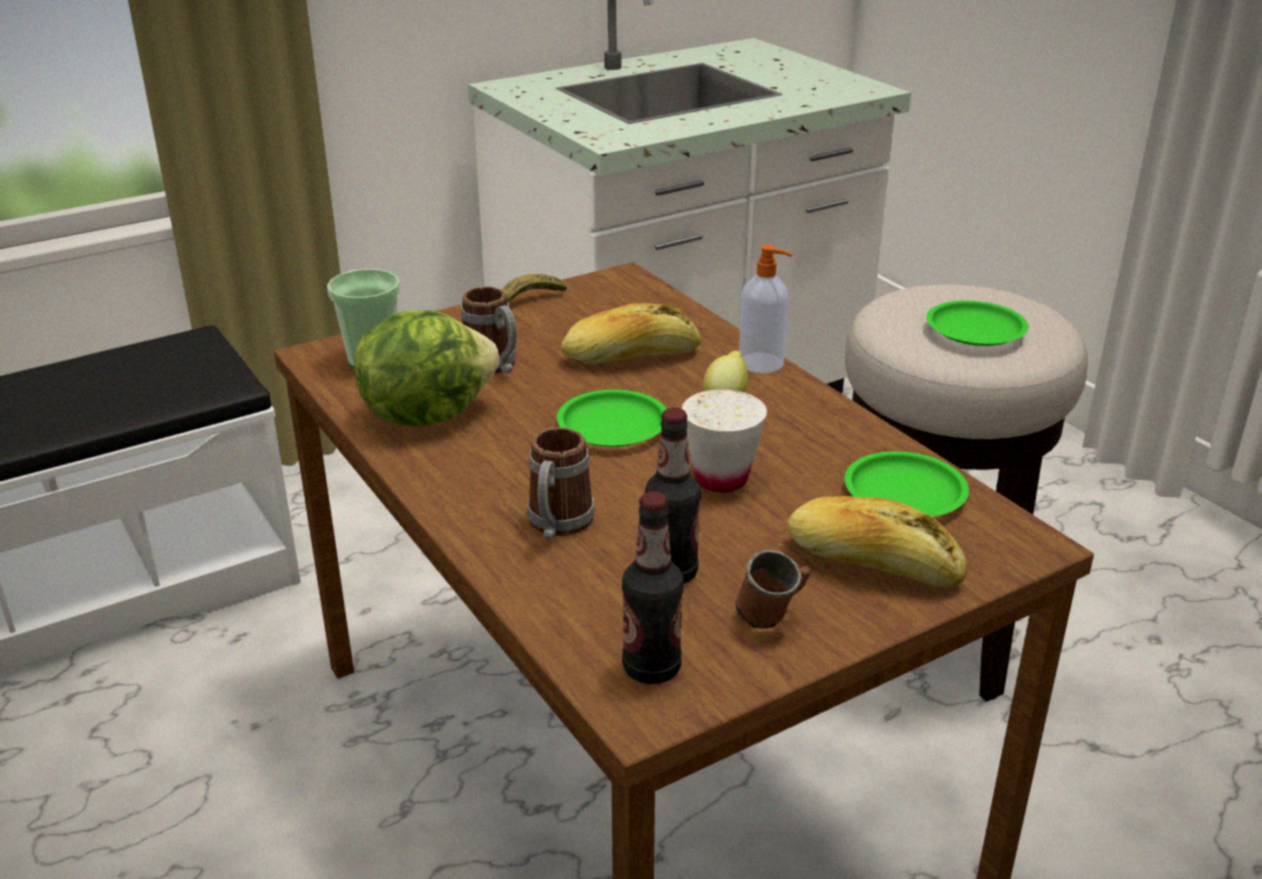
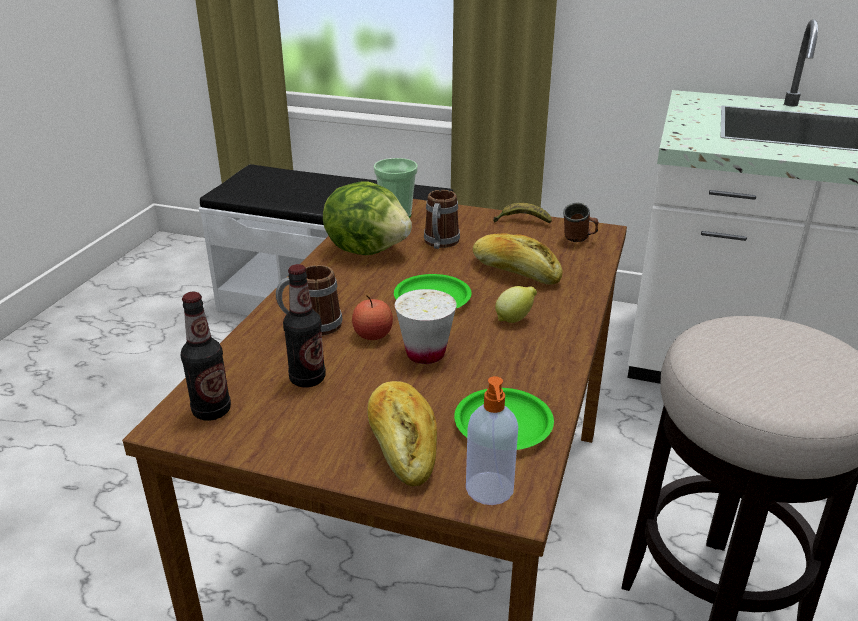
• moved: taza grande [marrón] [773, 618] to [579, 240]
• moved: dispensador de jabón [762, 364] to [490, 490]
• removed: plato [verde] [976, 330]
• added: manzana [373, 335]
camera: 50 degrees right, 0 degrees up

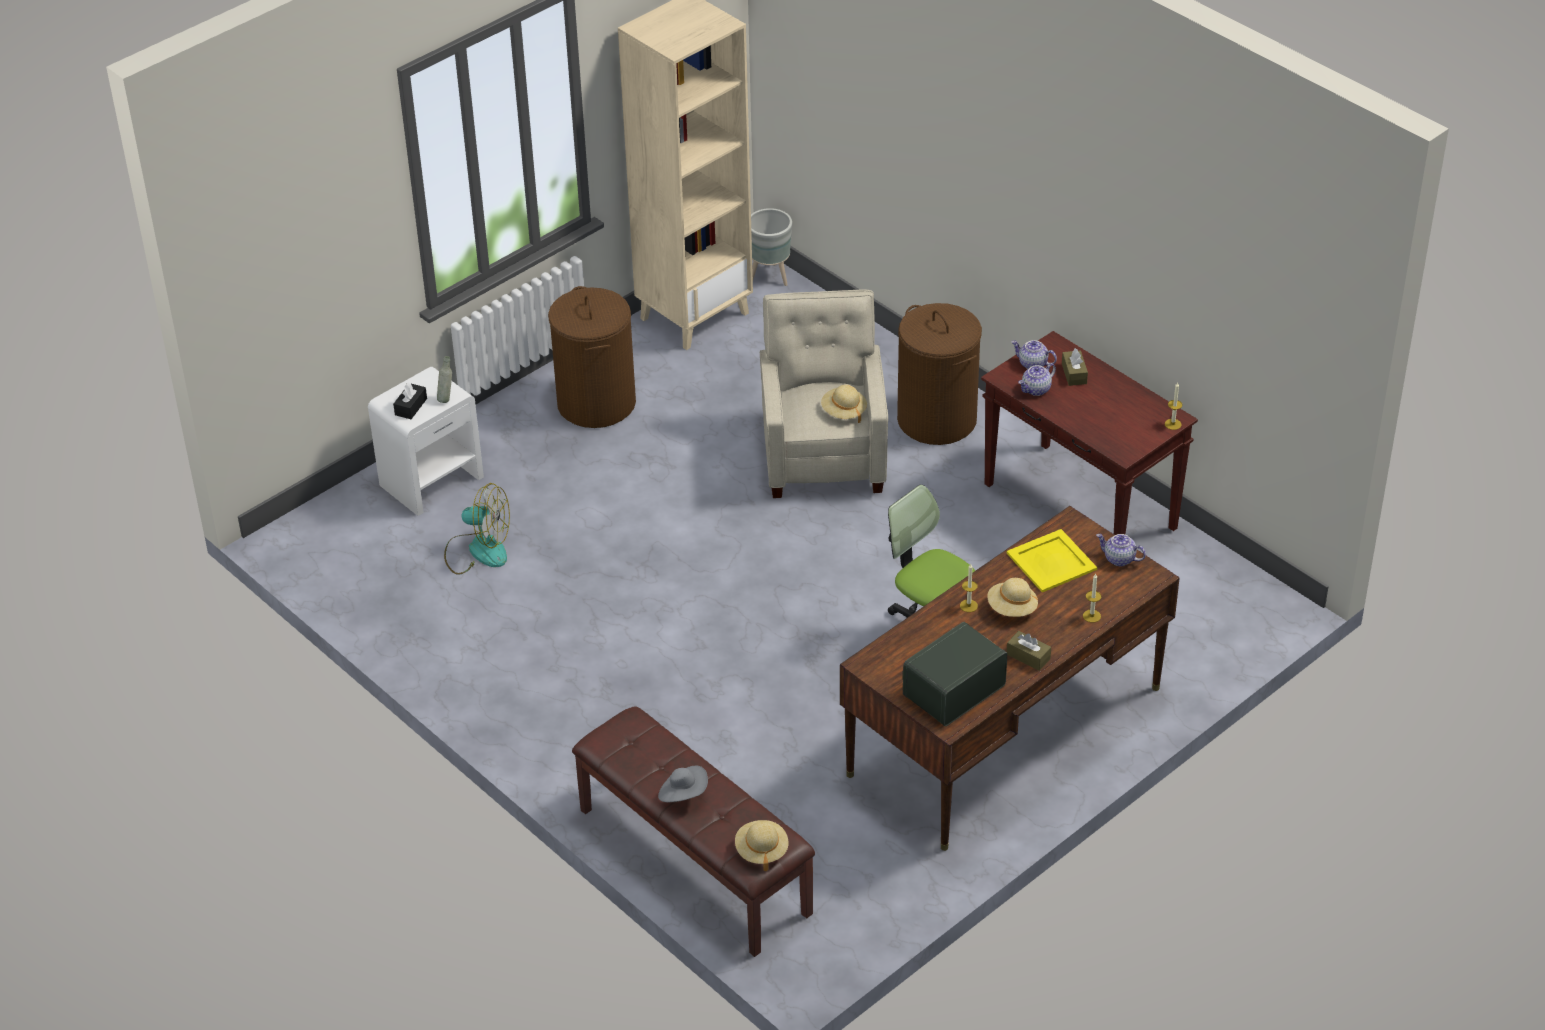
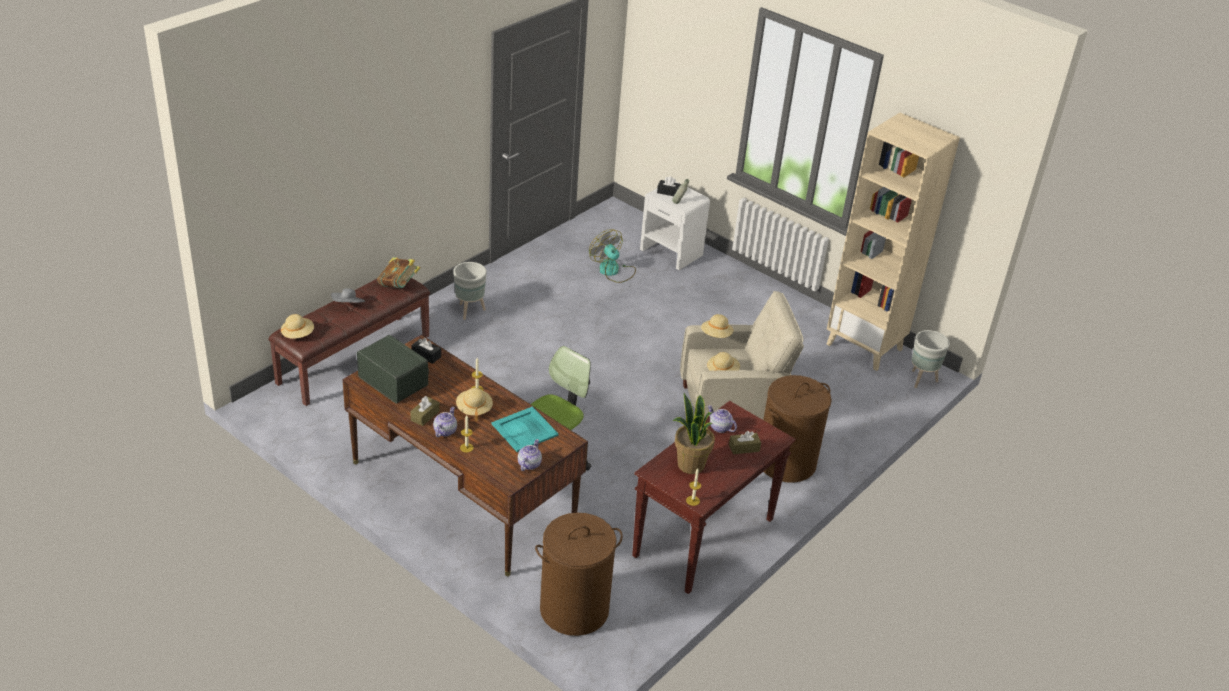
• turned: ventilador [478, 550] = [613, 271] 135 degrees clockwise
• moved: cesto de la ropa [marrón] [596, 403] to [574, 609]
• recoloured: bandeja [amarillo] [1051, 561] to bandeja [turquesa] [525, 430]
• moved: tetera [1032, 364] to [445, 431]
• added: libro [399, 286]
• added: caja de pañuelos [negro] [426, 355]
• added: maceta [gris] [469, 311]
• added: planta en maceta [690, 464]
• added: sombrero [beis] [716, 335]
camera: 80 degrees right, 5 degrees down

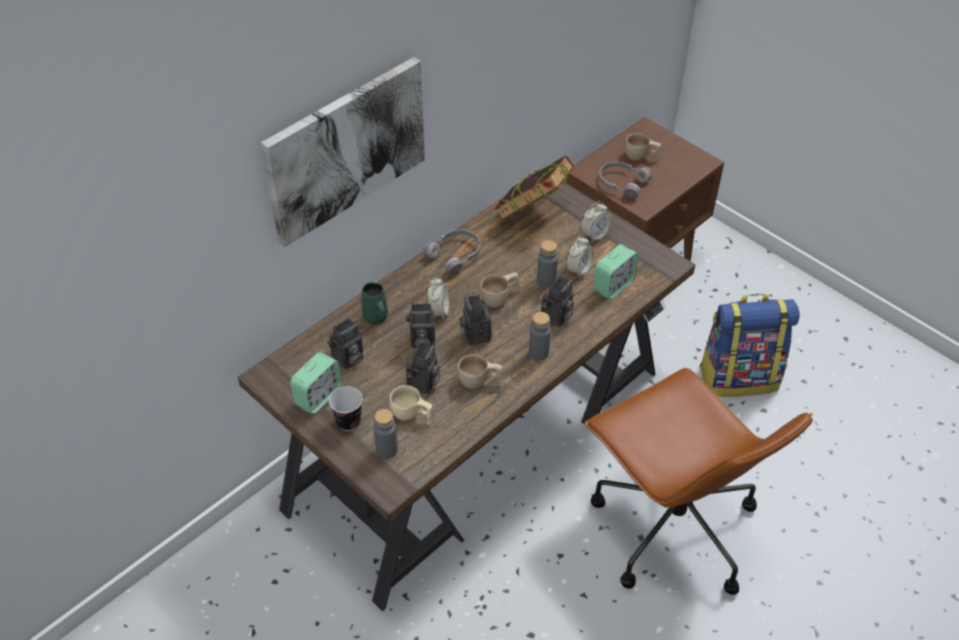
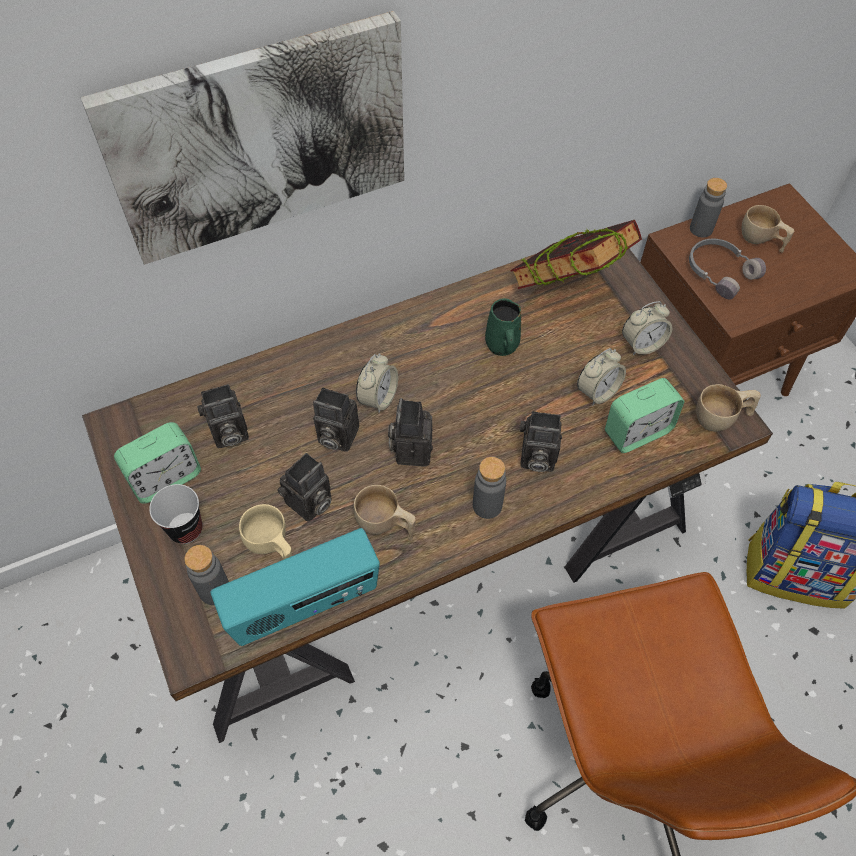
• moved: taza grande [verde] [376, 317] to [502, 346]
• removed: auriculares [gris] [455, 255]
• moved: taza [beis] [500, 298] to [722, 418]
• moved: botella [gris] [546, 280] to [701, 229]
• turned: cámara [556, 318] = [535, 458] 45 degrees clockwise
• added: radio [304, 604]
camera: 20 degrees right, 10 degrees up

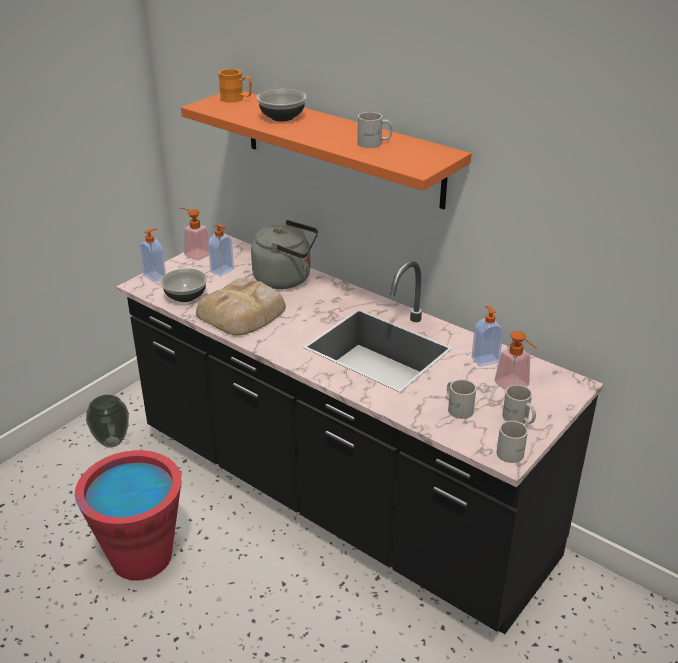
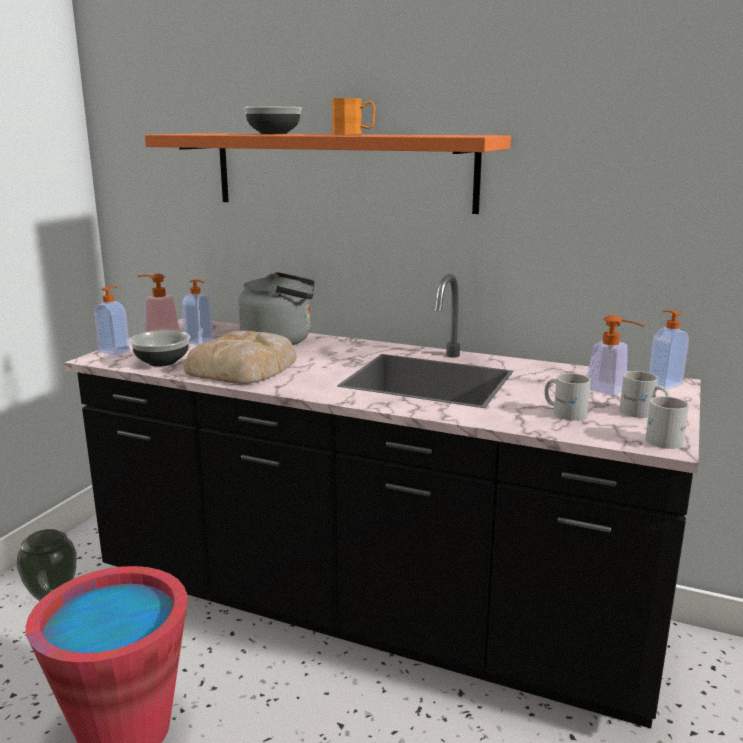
• moved: taza grande [naranja] [236, 99] to [353, 134]
• removed: taza grande [blanco] [374, 143]
• moved: dispensador de jabón [485, 359] to [663, 384]
camera: 15 degrees left, 15 degrees down

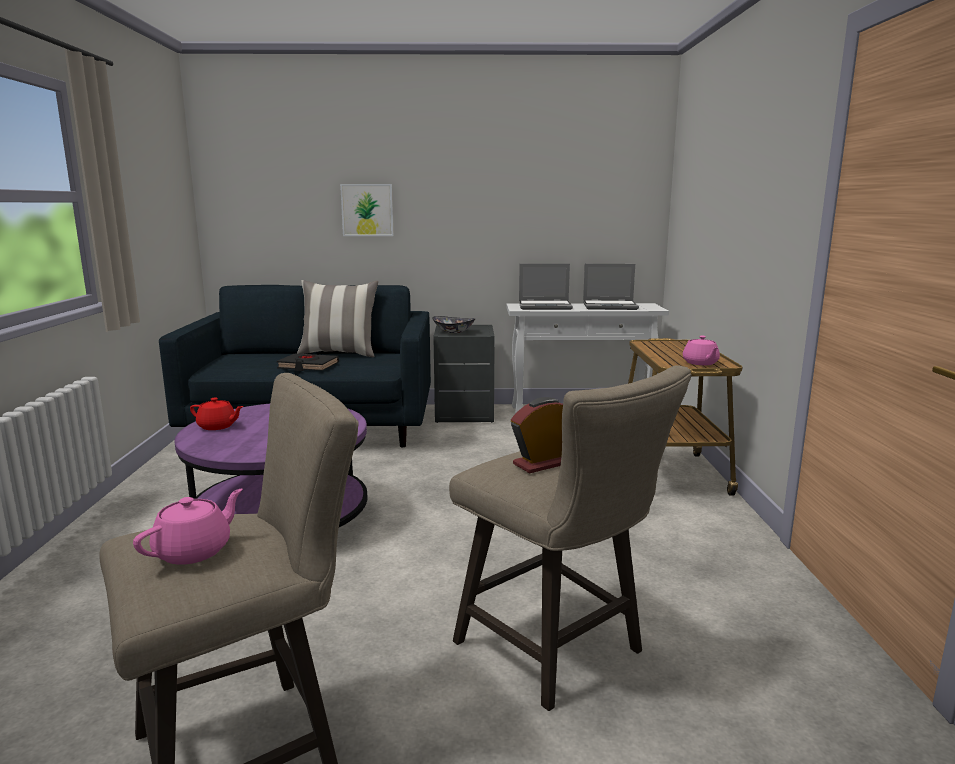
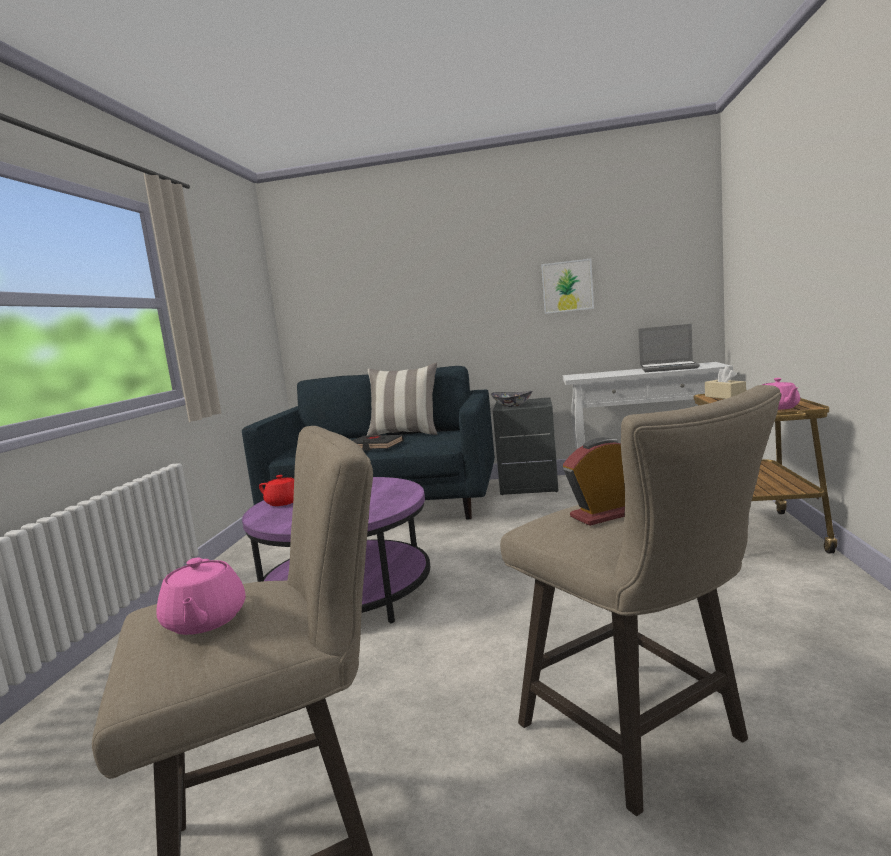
• turned: tetera [rosa] [194, 551] = [204, 621] 120 degrees clockwise
• moved: cuadro [367, 210] to [567, 286]
• removed: portátil [545, 306]
• added: caja de pañuelos [beis] [725, 396]
camera: 10 degrees right, 5 degrees down

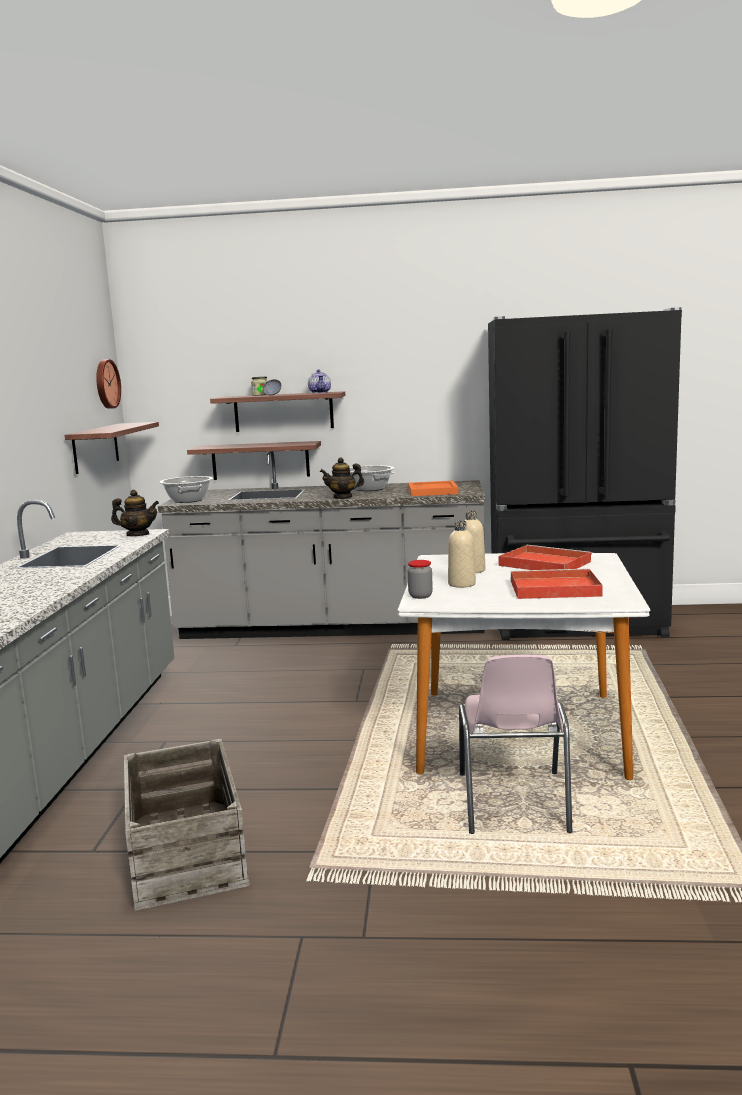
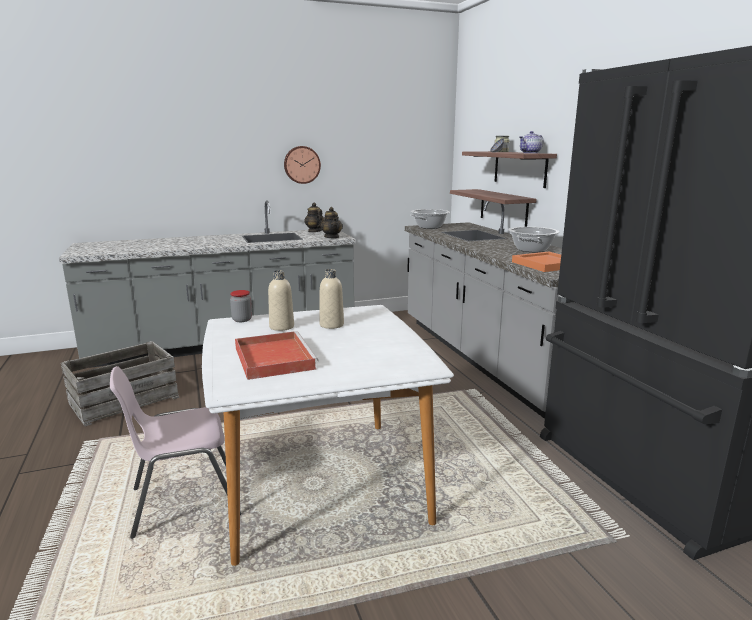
• removed: estante [95, 447]
• moved: reloj de pared [106, 384] to [301, 164]
• moved: tetera [343, 497] to [314, 231]
• removed: bandeja [rojo] [542, 563]
camera: 65 degrees right, 5 degrees up

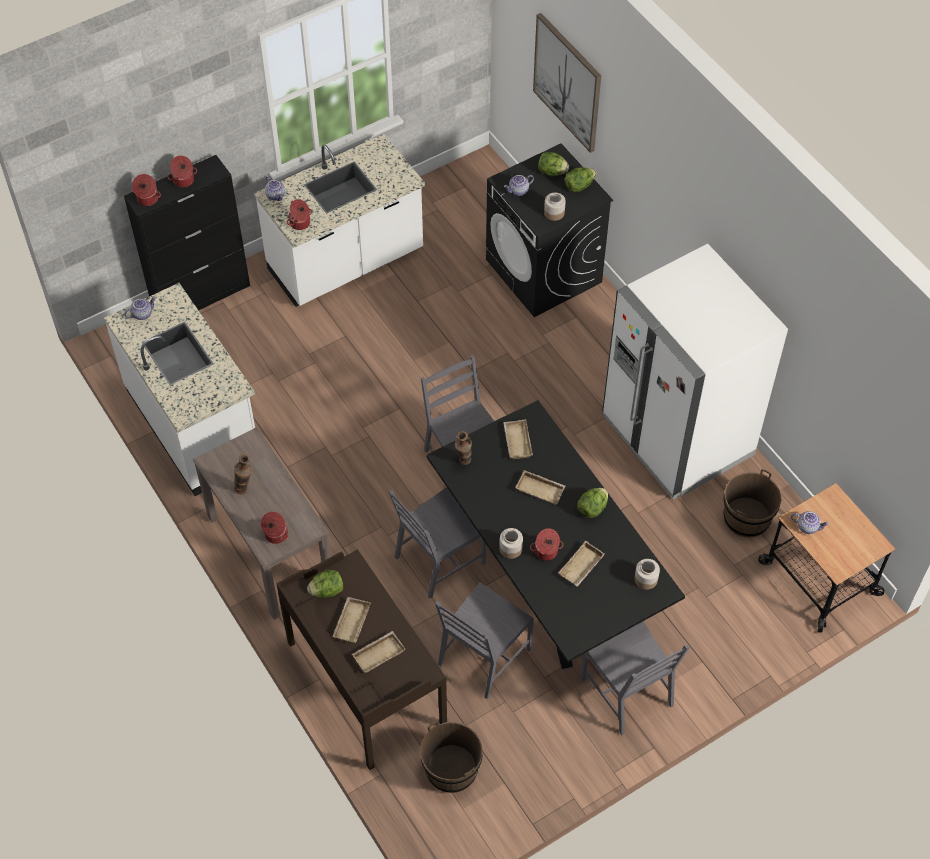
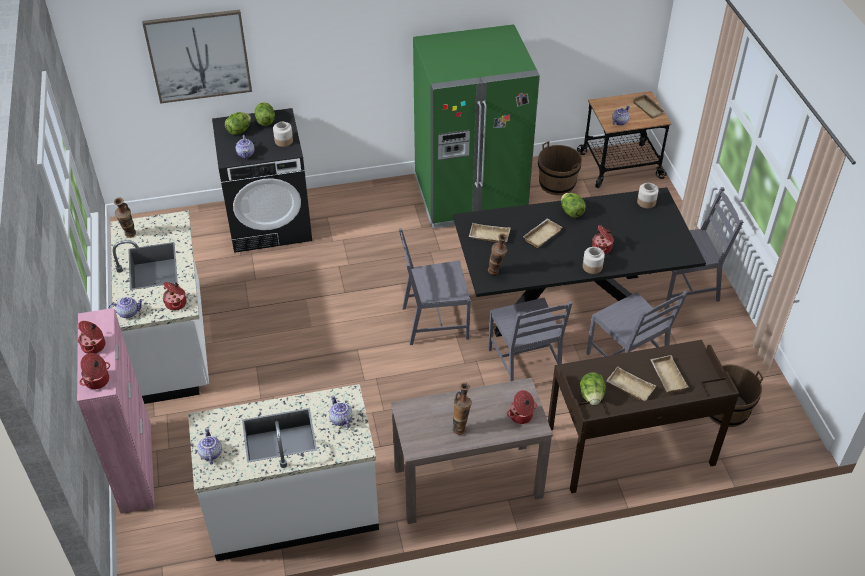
• recoloured: armario [negro] [201, 295] to armario [rosa] [136, 466]
• moved: bandeja [beis] [581, 567] to [649, 108]
• recoloured: nevera [blanco] [677, 436] to nevera [verde] [470, 196]
• added: florero [130, 236]
• added: tetera [340, 419]
camera: 70 degrees left, 10 degrees down

